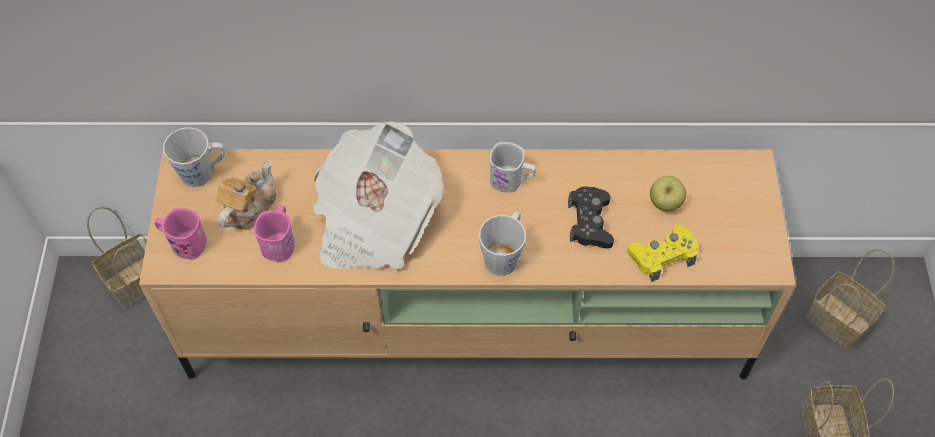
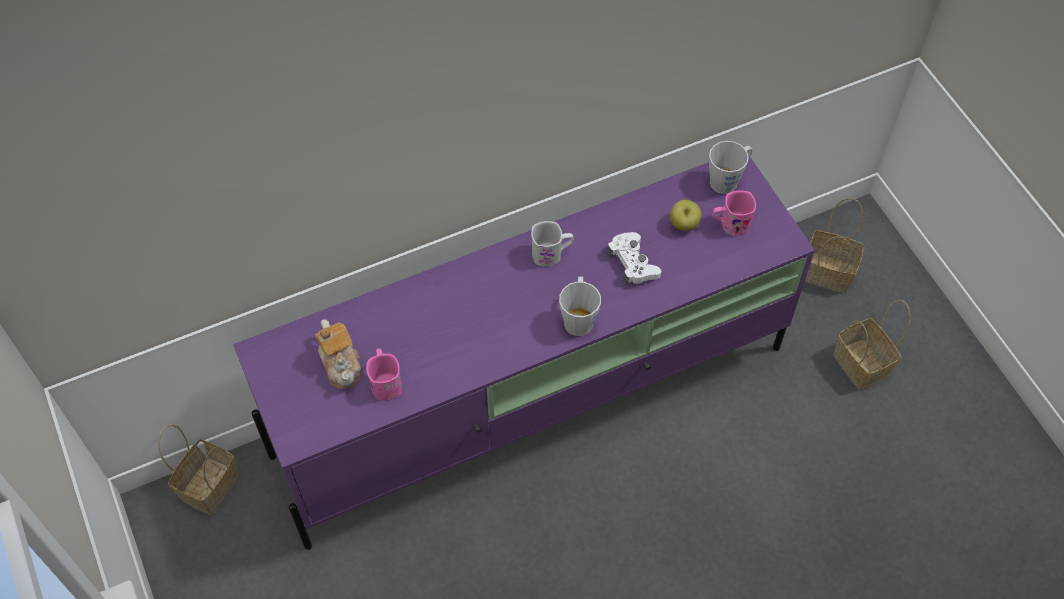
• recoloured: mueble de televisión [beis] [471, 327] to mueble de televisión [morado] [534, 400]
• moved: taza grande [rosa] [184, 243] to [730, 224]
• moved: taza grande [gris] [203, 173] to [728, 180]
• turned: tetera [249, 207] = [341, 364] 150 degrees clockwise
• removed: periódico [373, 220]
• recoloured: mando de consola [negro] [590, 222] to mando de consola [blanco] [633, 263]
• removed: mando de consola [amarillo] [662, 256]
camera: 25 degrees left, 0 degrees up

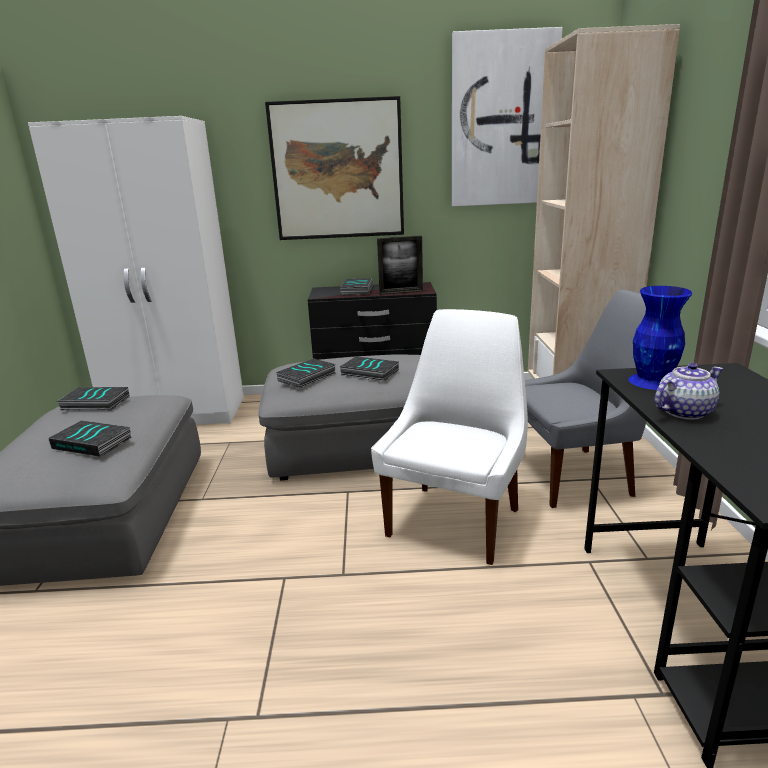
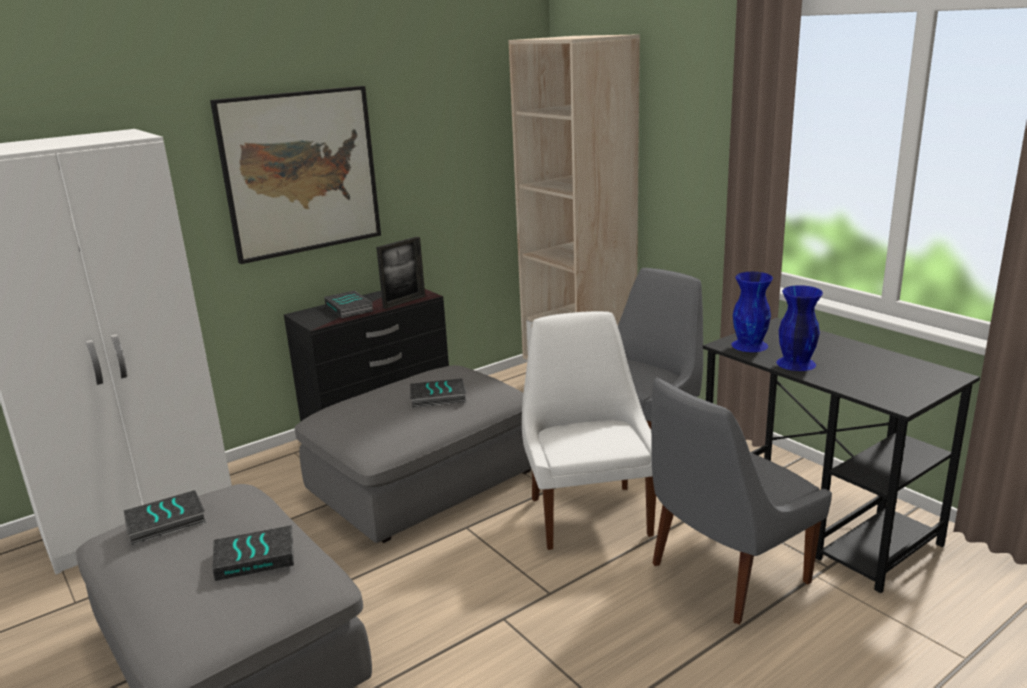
• removed: libro [307, 377]
• removed: cuadro [503, 121]
• replaced: tetera [683, 412] to florero [azul] [795, 363]
• added: silla [gris] [724, 575]
camera: 35 degrees left, 0 degrees up

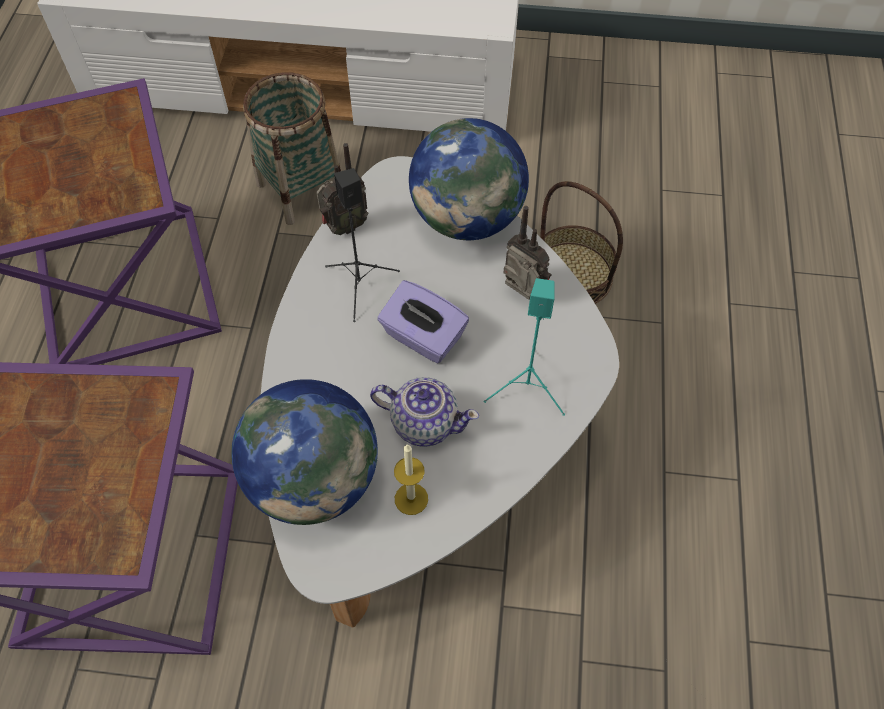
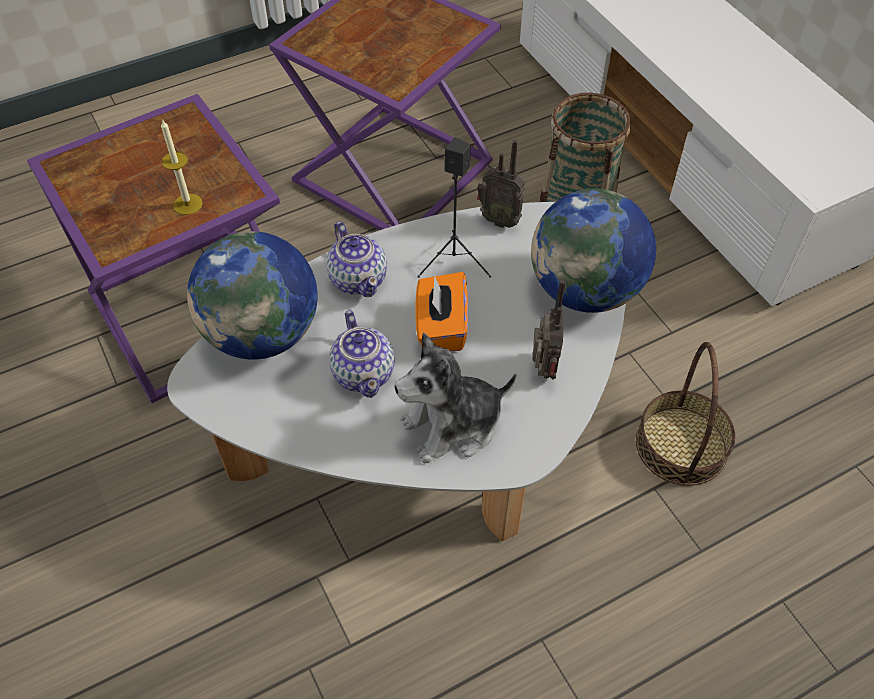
• recoloured: caja de pañuelos [morado] [423, 337] to caja de pañuelos [naranja] [441, 327]
• moved: vela [411, 499] to [188, 204]
• replaced: altavoz [turquesa] [528, 388] to peluche [453, 426]
• added: tetera [358, 278]
camera: 55 degrees right, 5 degrees down

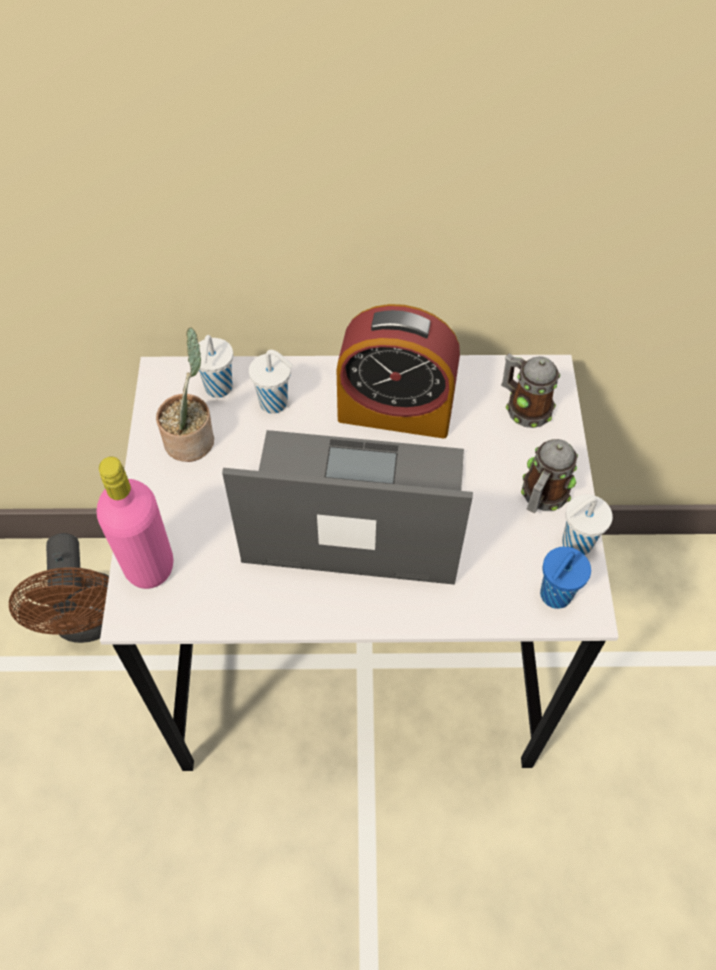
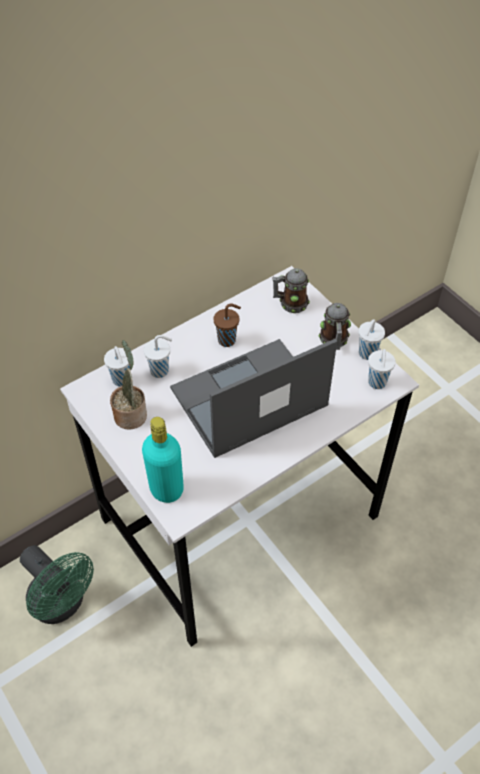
• recoloured: ventilador [marrón] [89, 622] to ventilador [verde] [62, 604]
• recoloured: botella [rosa] [149, 566] to botella [turquesa] [166, 489]
• replaced: despertador [395, 411] to taza [marrón] [228, 340]
• recoloured: taza [azul] [554, 596] to taza [blanco] [377, 383]
camera: 35 degrees left, 5 degrees down

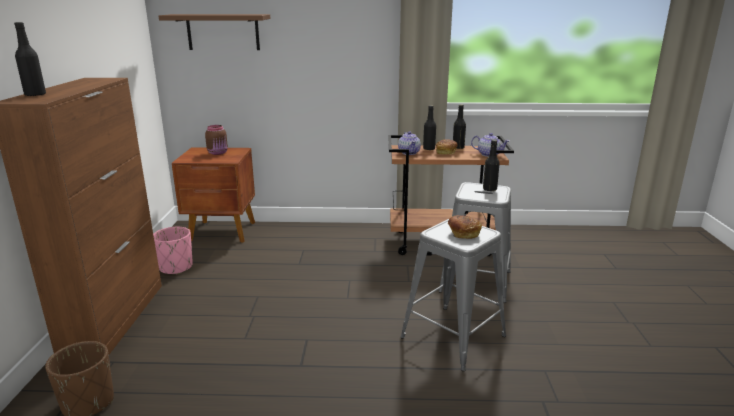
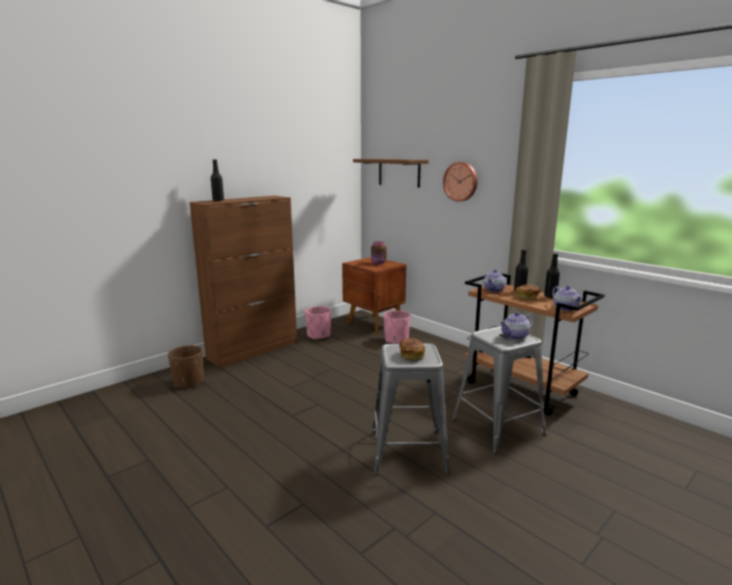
• replaced: botella [negro] [489, 189] to tetera [515, 336]
• added: maceta [rosa] [396, 340]
• added: reloj de pared [461, 181]
camera: 45 degrees right, 5 degrees down

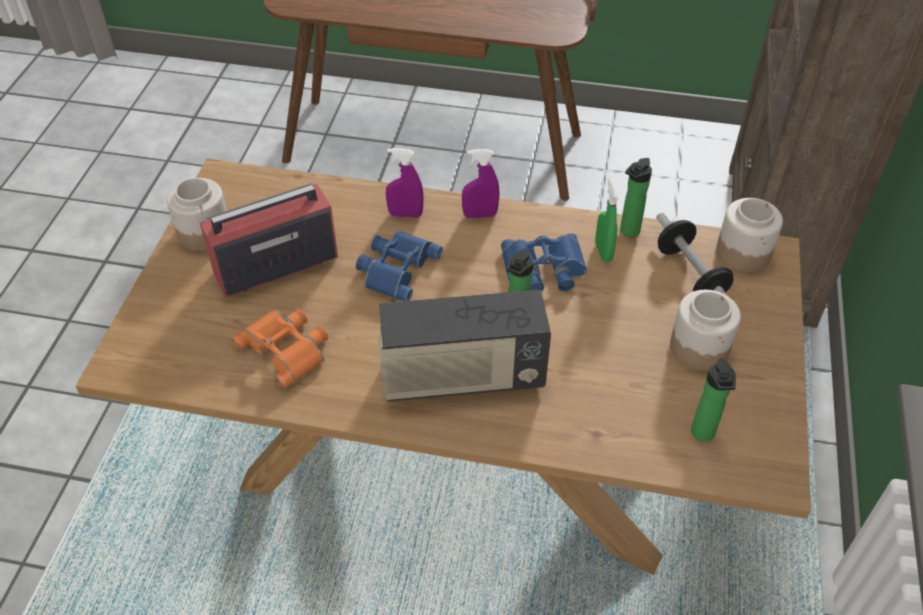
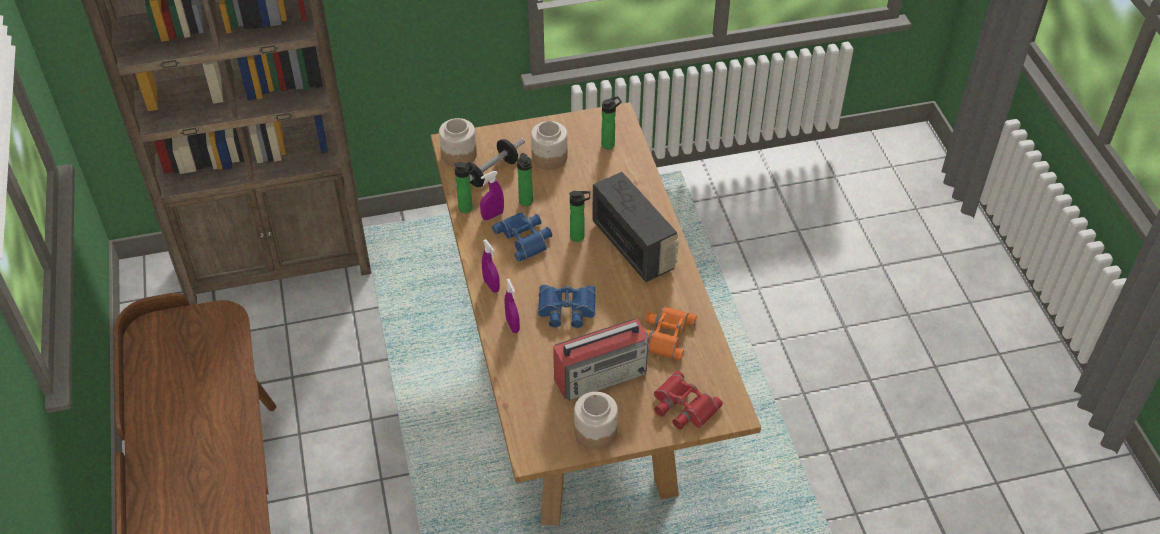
• turned: radio [274, 265] = [602, 375] 60 degrees counterclockwise
• recoloured: pulverizador [verde] [603, 251] to pulverizador [morado] [492, 215]
• added: botella [526, 203]
• added: prismáticos [rojo] [682, 406]
camera: 115 degrees left, 0 degrees up

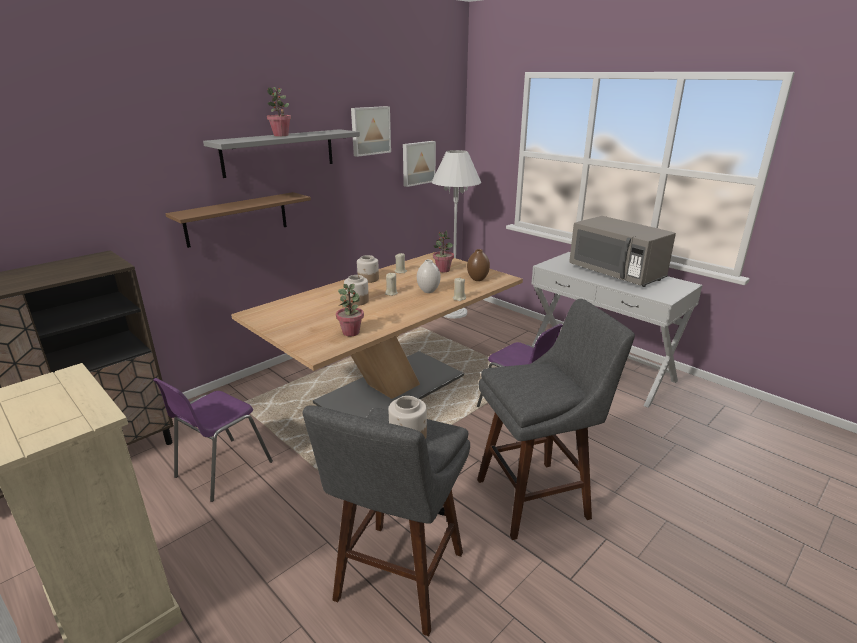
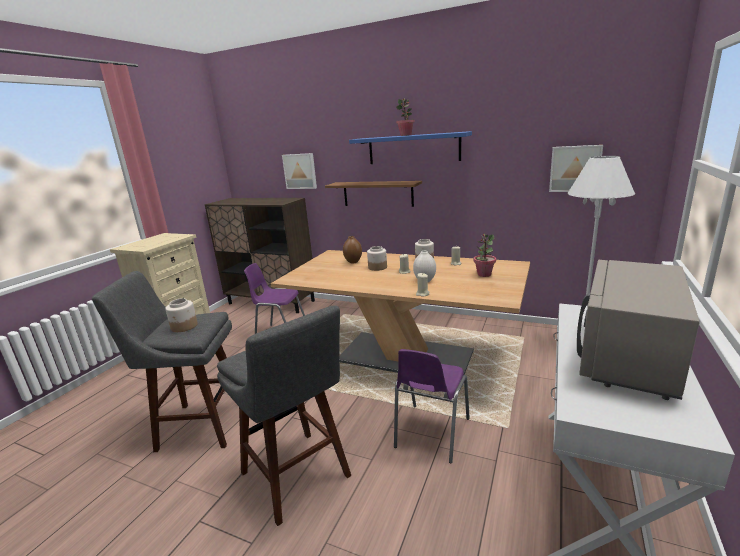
• recoloured: estante [gris] [279, 152] to estante [azul] [413, 149]
• removed: planta en maceta [351, 332]
• moved: cuadro [370, 130] to [300, 171]
• moved: florero [marrón] [478, 279] to [353, 262]
camera: 70 degrees right, 5 degrees down

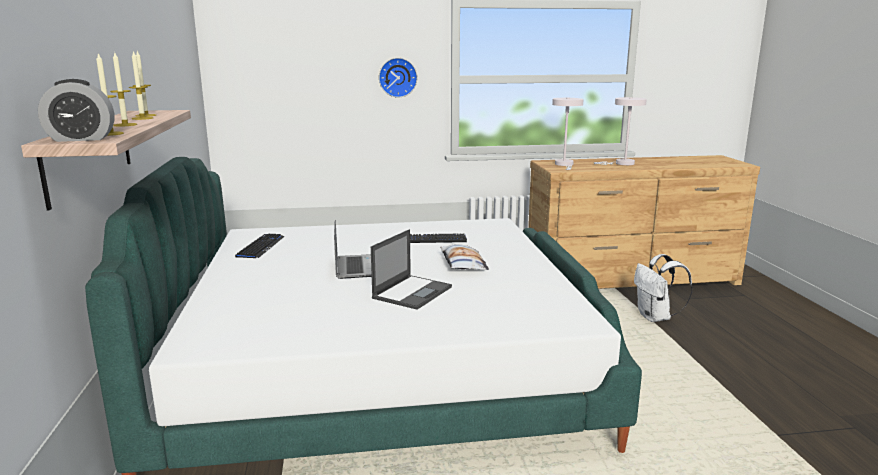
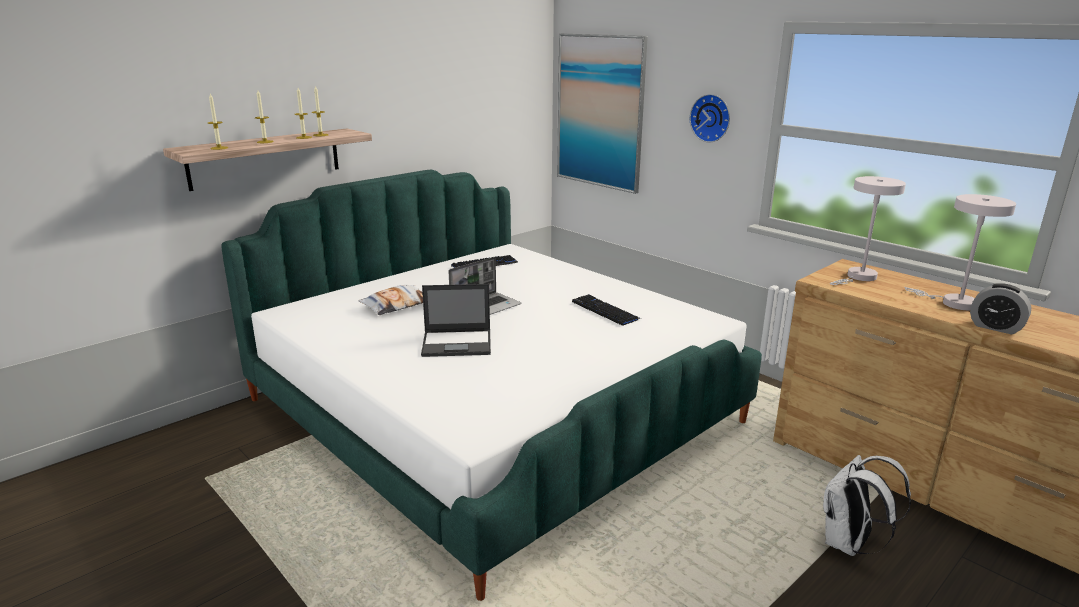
• moved: despertador [81, 139] to [995, 327]
• moved: cojín [462, 263] to [397, 305]
• added: cuadro [600, 112]
camera: 55 degrees right, 5 degrees up

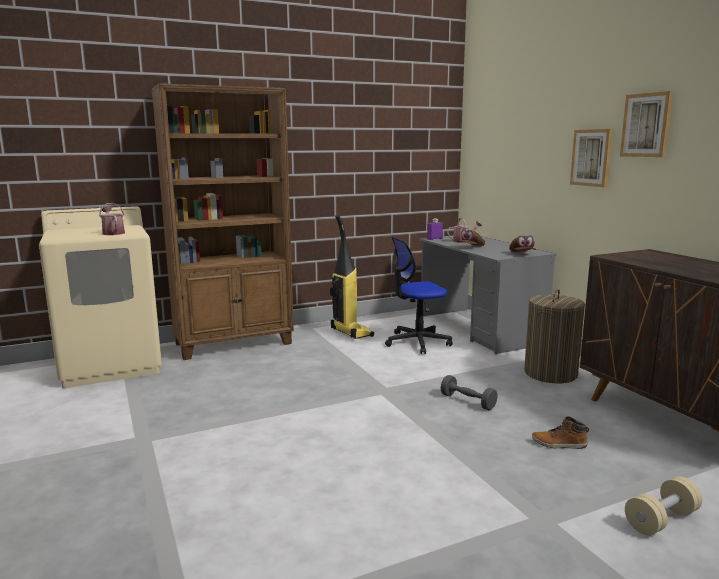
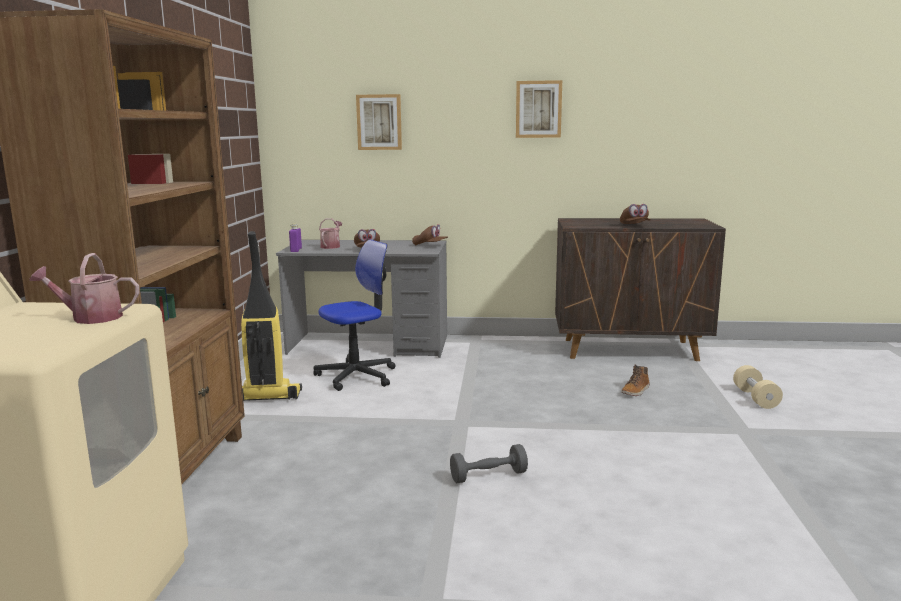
• turned: silla de oficina [417, 342] = [357, 376] 135 degrees counterclockwise
• moved: mancuerna [gris] [468, 401] to [488, 476]
• removed: cesto de la ropa [550, 373]
• moved: cuadro [592, 157] to [379, 122]
• added: gorra [marrón] [634, 226]
camera: 60 degrees left, 0 degrees up

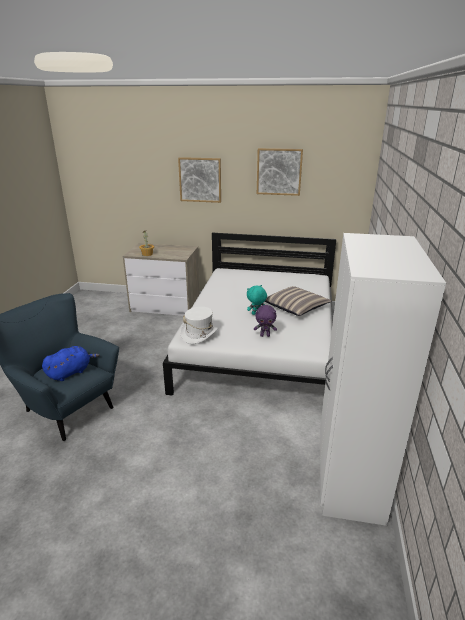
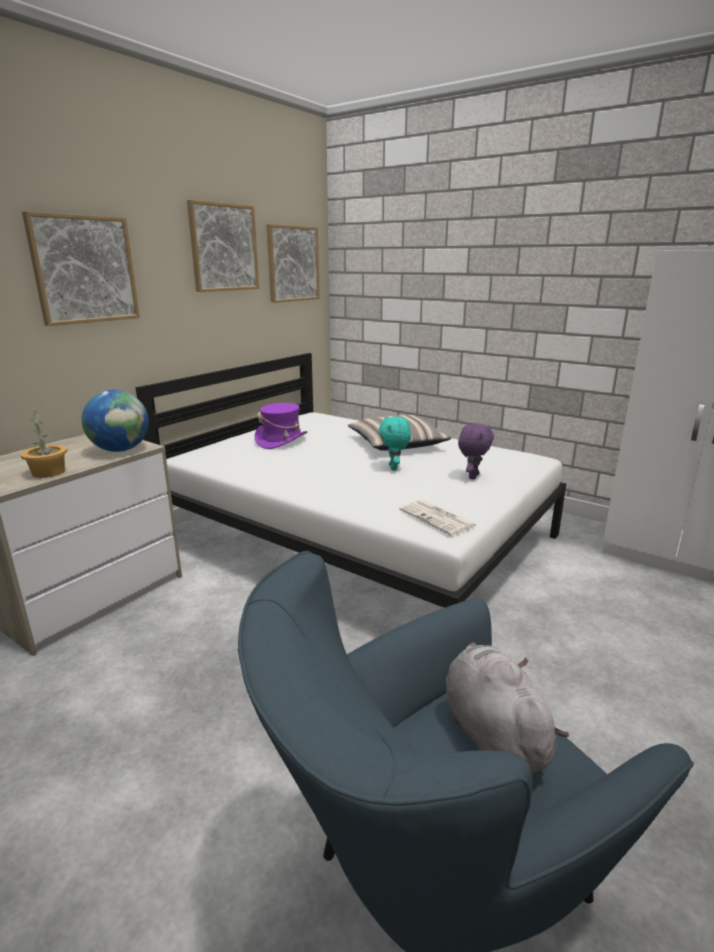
• recoloured: peluche [azul] [71, 372] to peluche [gris] [491, 732]
• replaced: sombrero [blanco] [199, 334] to periódico [438, 518]
• added: globo terráqueo [121, 450]
• added: sombrero [morado] [281, 440]
• added: cuadro [293, 264]
camera: 65 degrees left, 5 degrees down

